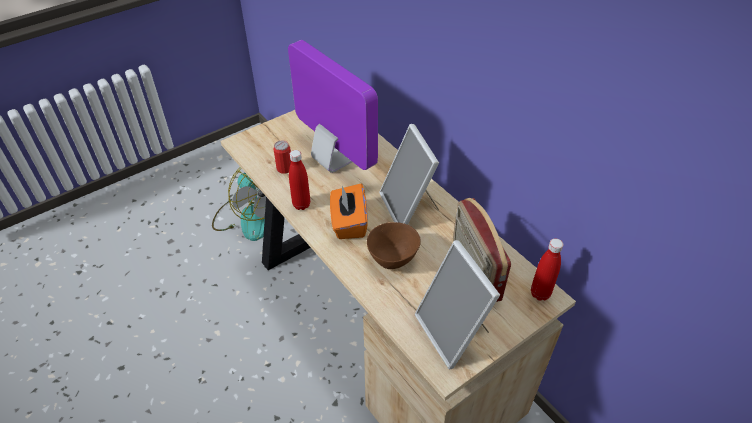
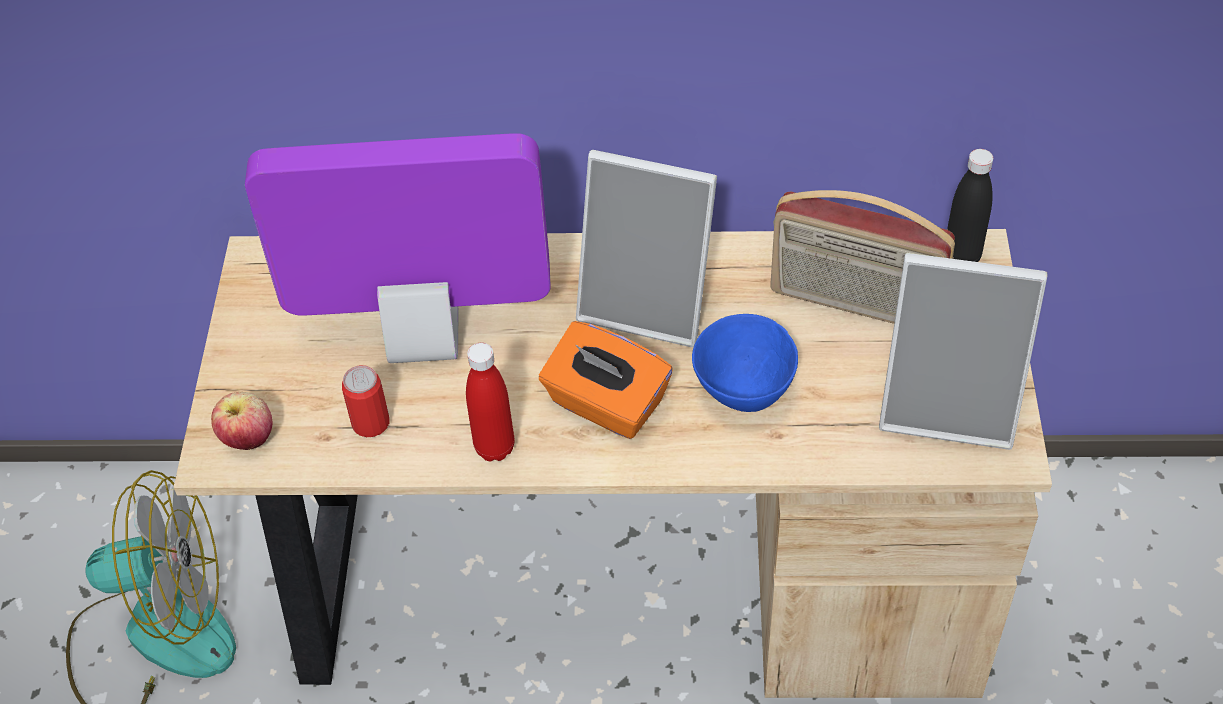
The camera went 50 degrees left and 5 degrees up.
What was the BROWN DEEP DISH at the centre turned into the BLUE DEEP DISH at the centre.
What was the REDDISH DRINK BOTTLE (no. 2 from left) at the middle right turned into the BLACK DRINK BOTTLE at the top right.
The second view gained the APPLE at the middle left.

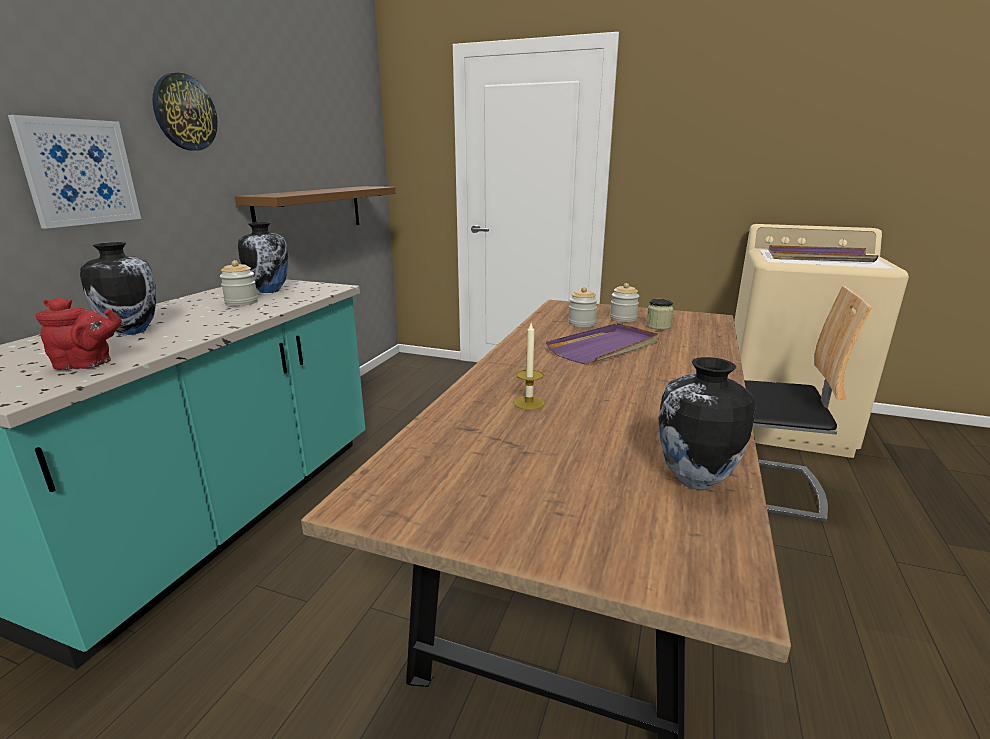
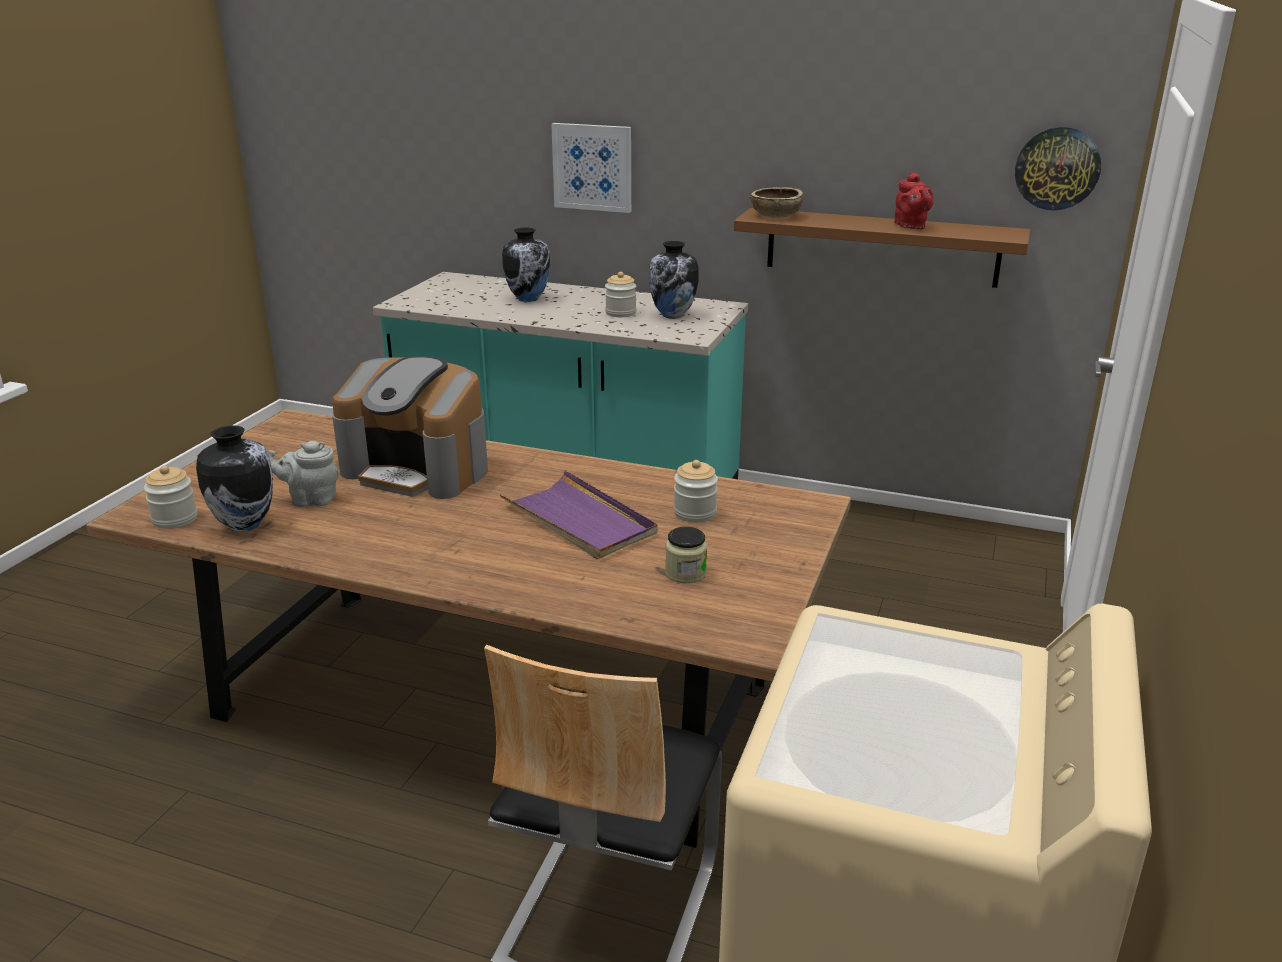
The camera went 90 degrees right and 5 degrees up.
The HANGING CLOCK ended up elsewhere, having gone from the top left to the top right.
The second view lost the PURPLISH CARRYING TRAY (no. 2 from left) at the middle right.
The PRESERVE JAR (no. 3 from left in the first image) ended up elsewhere, having gone from the centre to the middle left.
The REDDISH POT FOR TEA ended up elsewhere, having gone from the middle left to the top right.
Where the WAX LIGHT stood at the centre, the COFFEE BREWER came to stand at the middle left.
The second view gained the BROWN DEEP DISH at the top centre.
The second view gained the GREY POT FOR TEA at the middle left.

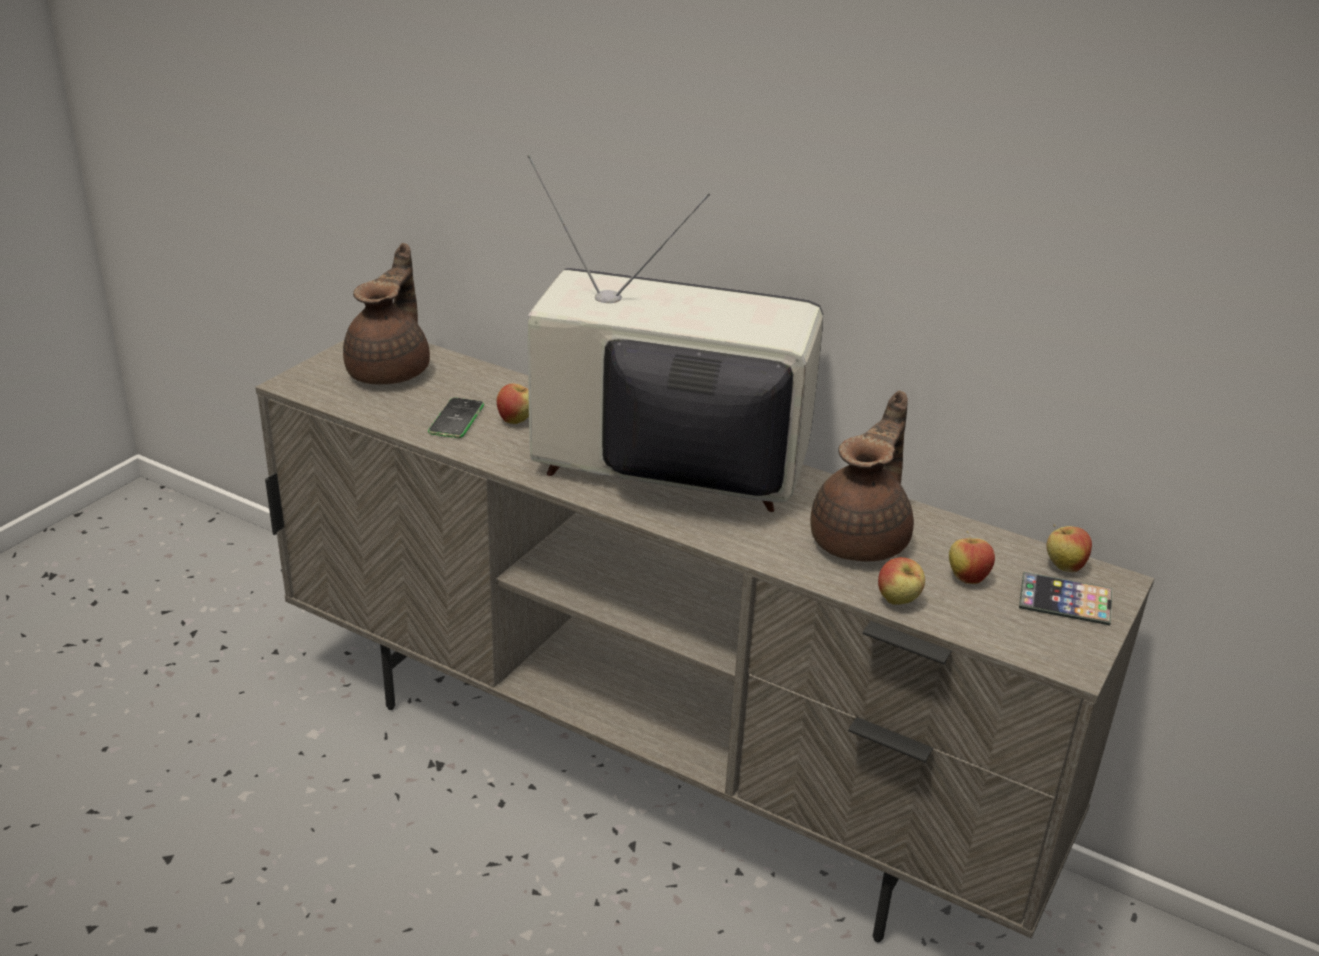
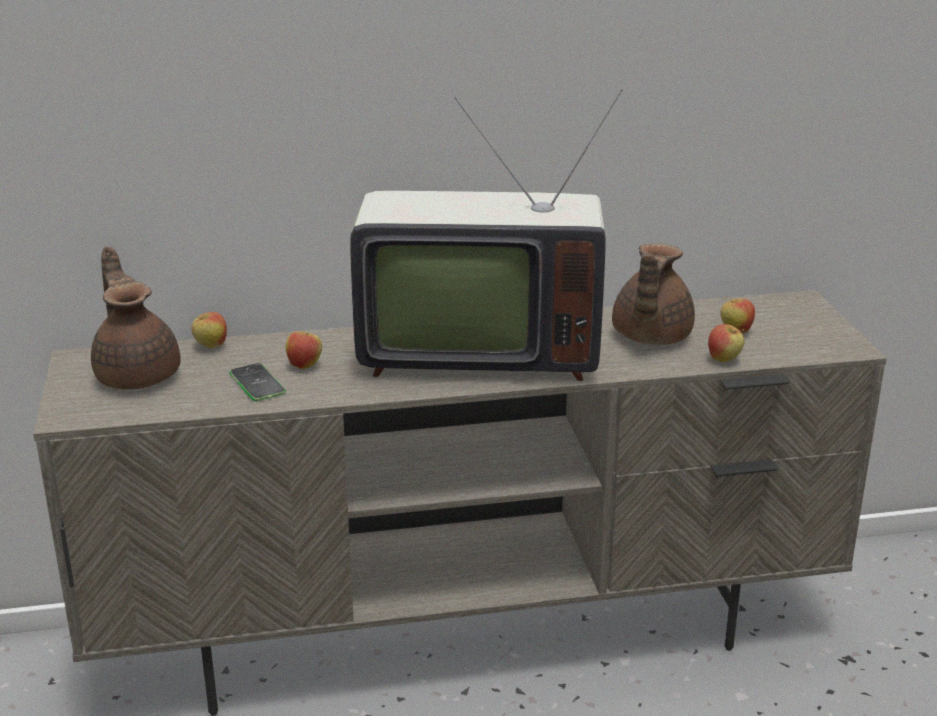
The camera went 40 degrees left and 5 degrees down.
The TV SET at the centre ended up facing another way, 150 degrees counterclockwise from before.
The BROWN POT FOR TEA (no. 2 from left) at the centre ended up facing another way, 150 degrees counterclockwise from before.
The APPLE (no. 4 from left in the first image) ended up elsewhere, having gone from the middle right to the middle left.
The second view lost the HANDSET (no. 2 from left) at the middle right.

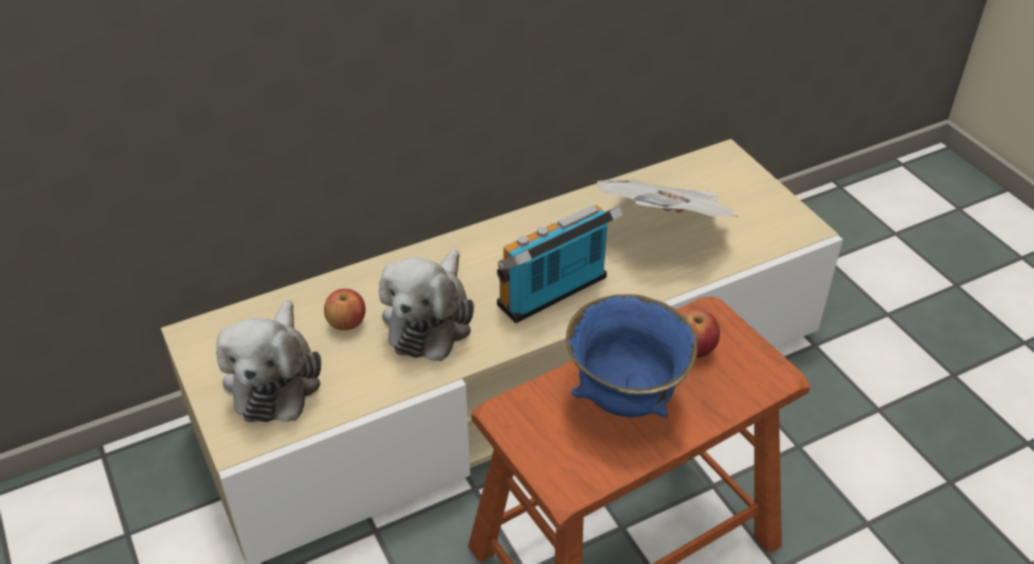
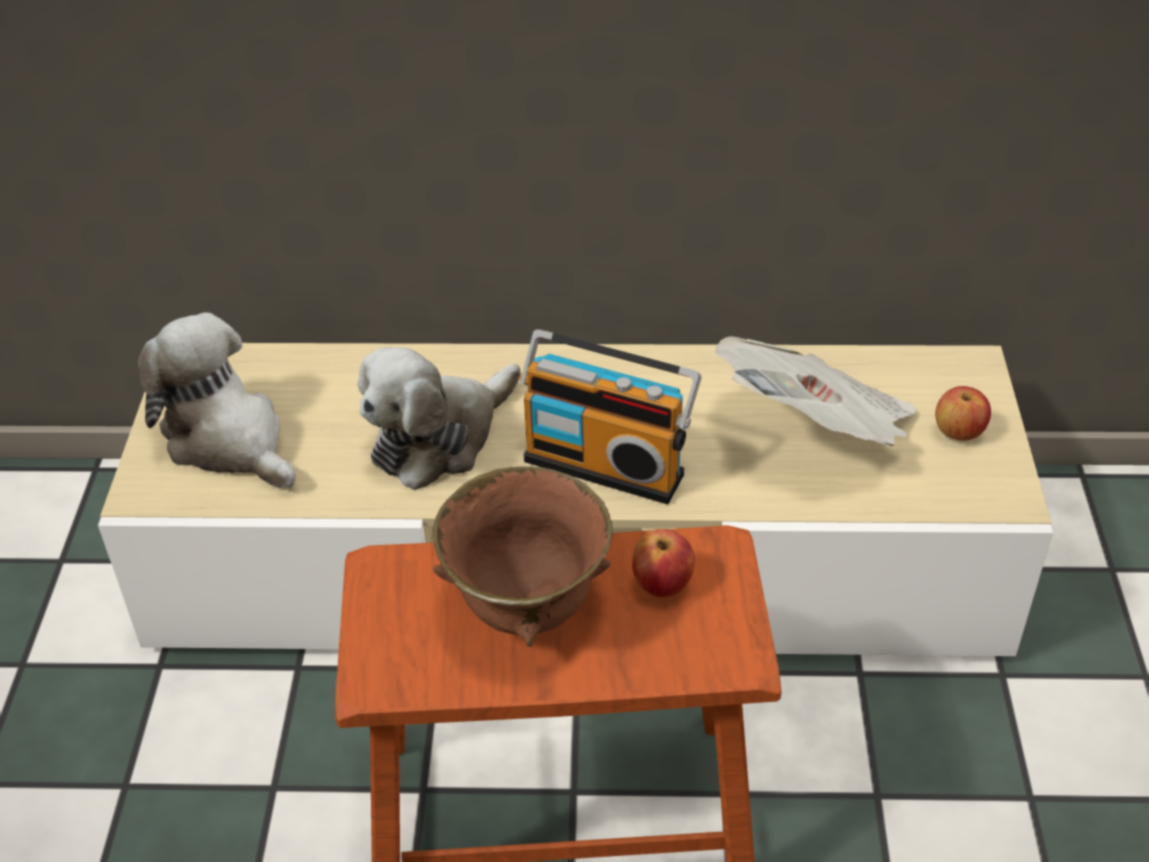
The camera went 30 degrees right and 0 degrees up.
The RADIO at the centre ended up facing another way, 150 degrees counterclockwise from before.
The APPLE (no. 1 from left in the first image) ended up elsewhere, having gone from the middle left to the middle right.
What was the BLUE DEEP DISH at the centre turned into the BROWN DEEP DISH at the centre.
The SOFT TOY (no. 1 from left) at the middle left ended up facing another way, 105 degrees clockwise from before.

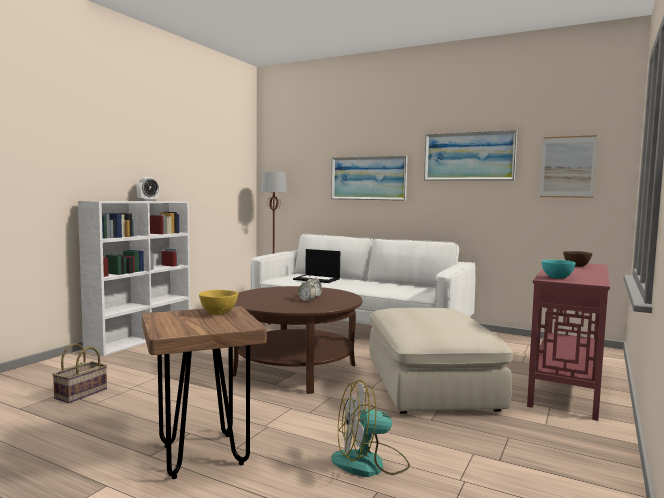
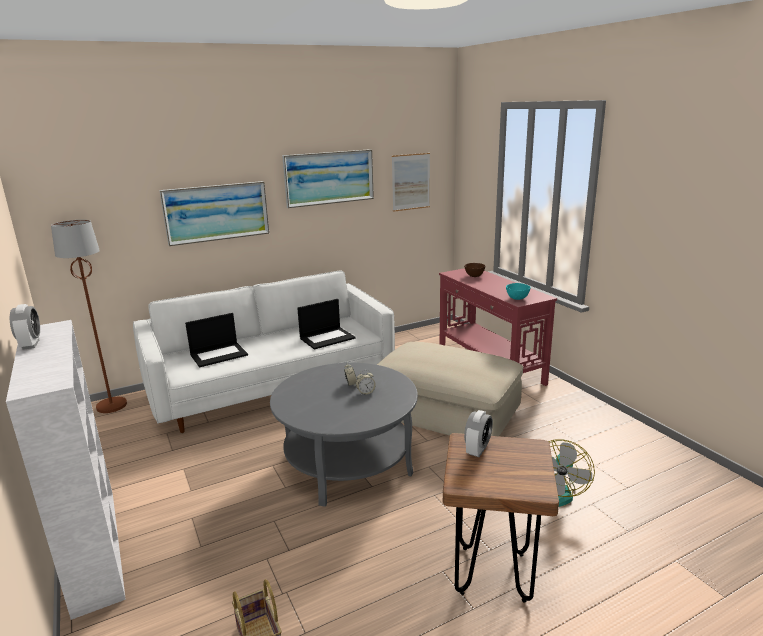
The camera went 55 degrees left and 15 degrees up.
What was the BROWN LOW TABLE at the bottom centre turned into the GREY LOW TABLE at the bottom centre.
Where the YELLOWISH DEEP DISH stood at the middle left, the BEDSIDE CLOCK (no. 4 from left) came to stand at the bottom centre.
The second view gained the PORTABLE COMPUTER (no. 2 from left) at the centre.

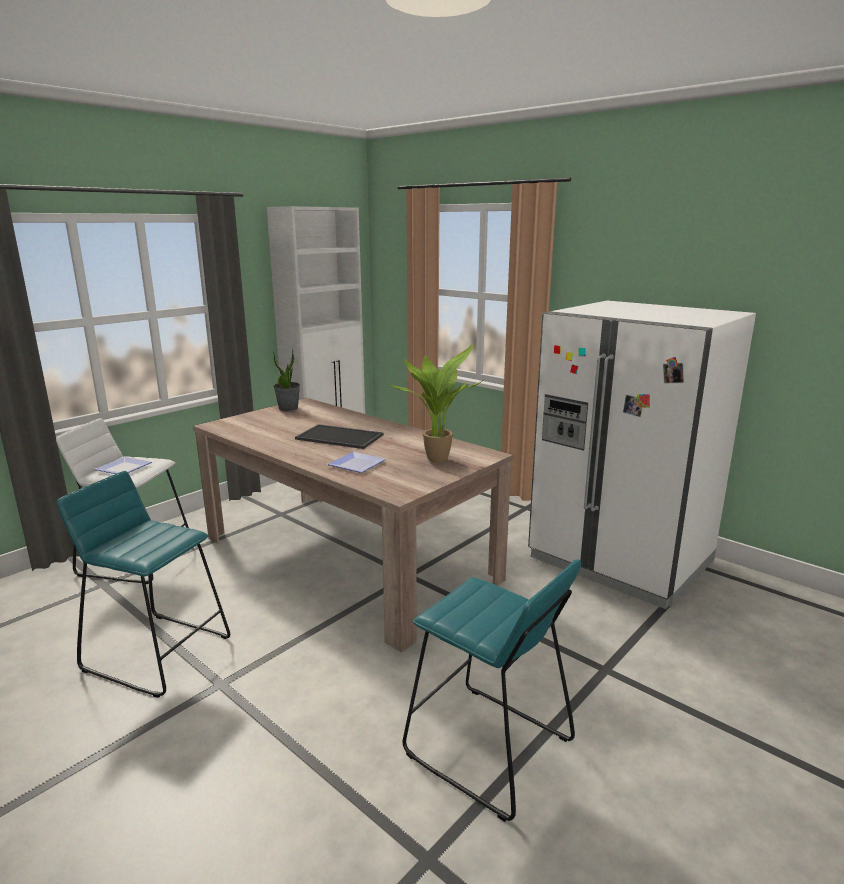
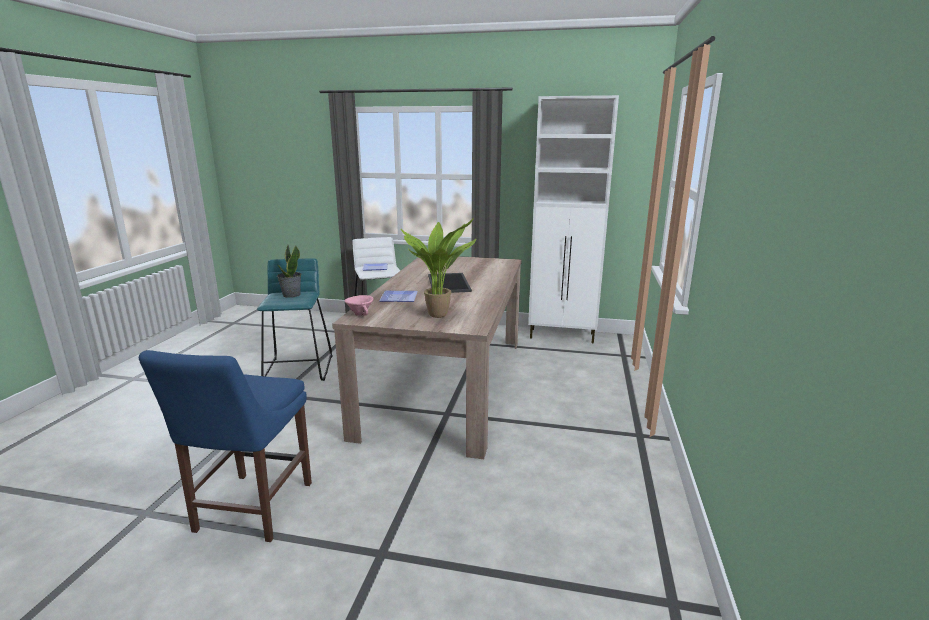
The camera went 60 degrees right and 0 degrees up.
The second view lost the WHITE-COLOURED FRIDGE at the middle right.
The PLANT IN A POT (no. 1 from left) ended up elsewhere, having gone from the centre to the middle left.
Where the TURQUOISE SITTING STOOL (no. 2 from left) stood at the bottom centre, the BLUE PLAIN CHAIR came to stand at the bottom left.
The second view gained the PINK-COLOURED DEEP DISH at the centre.

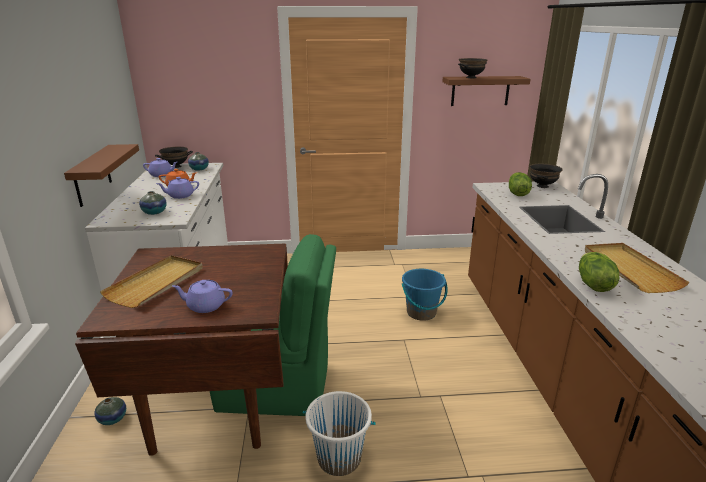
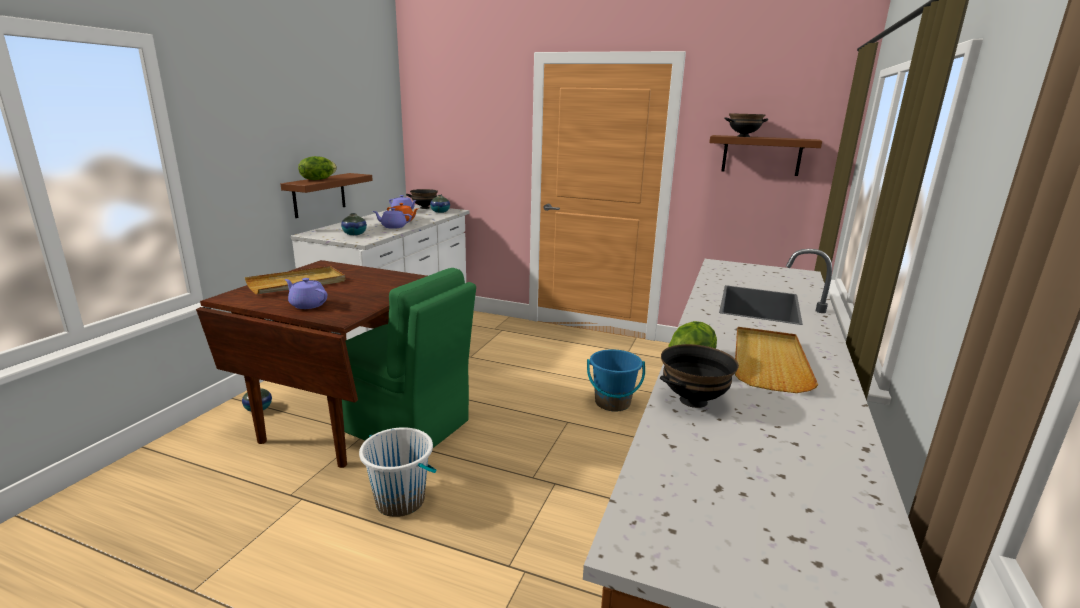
The camera went 25 degrees right and 5 degrees down.
The BLACK DEEP DISH (no. 3 from left in the first image) ended up elsewhere, having gone from the middle right to the centre.
The LETTUCE (no. 1 from left) ended up elsewhere, having gone from the middle right to the top left.

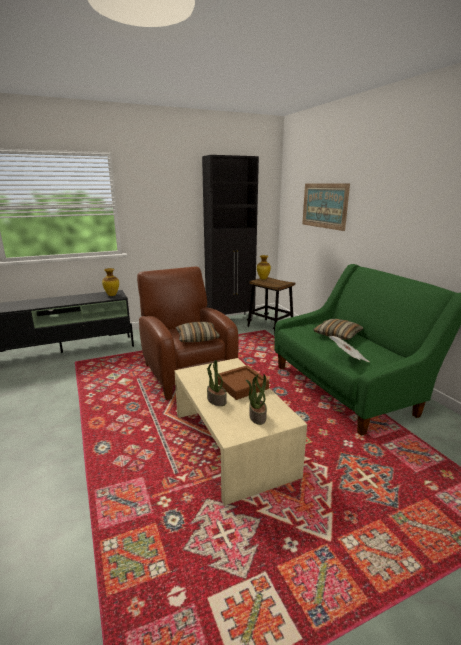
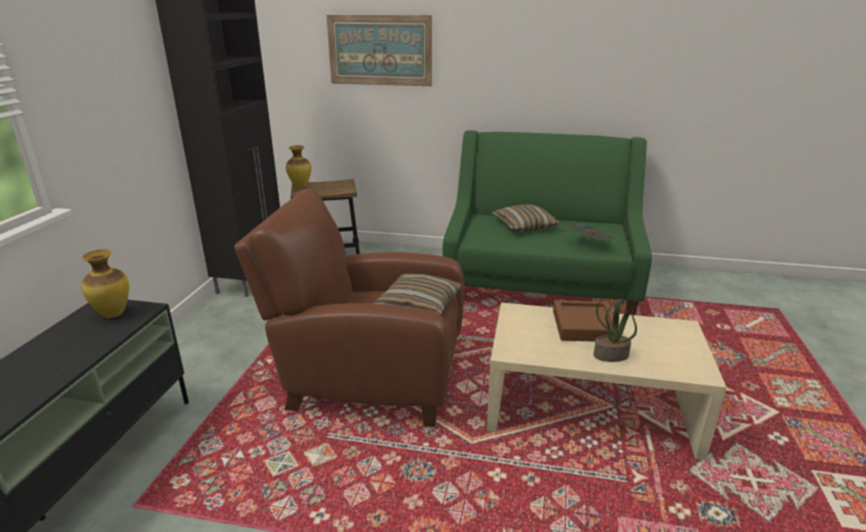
The camera went 55 degrees left and 5 degrees up.
The second view lost the PLANT IN A POT (no. 2 from left) at the centre.

